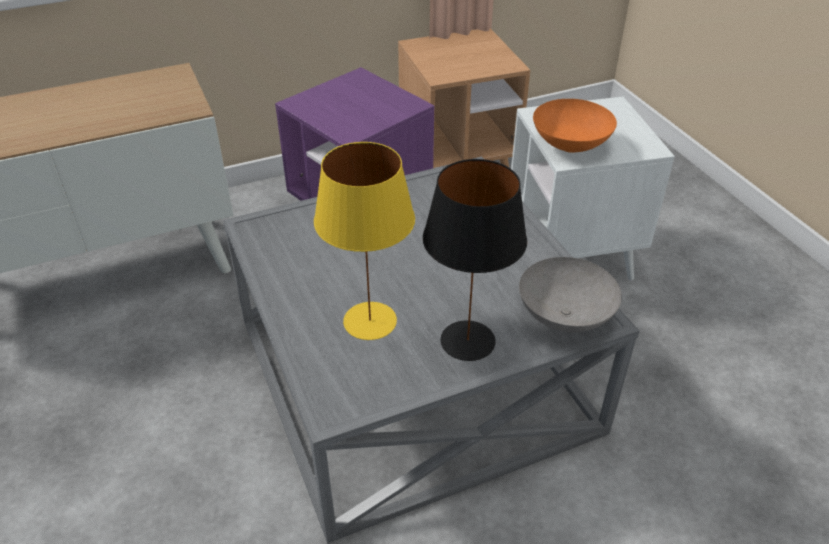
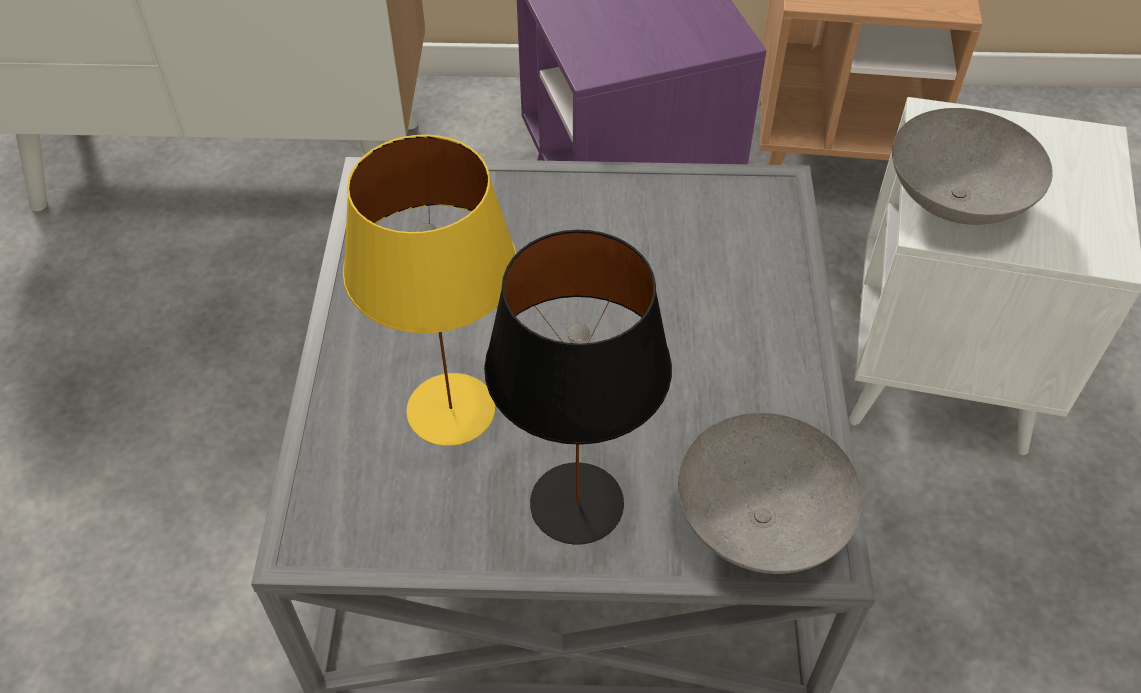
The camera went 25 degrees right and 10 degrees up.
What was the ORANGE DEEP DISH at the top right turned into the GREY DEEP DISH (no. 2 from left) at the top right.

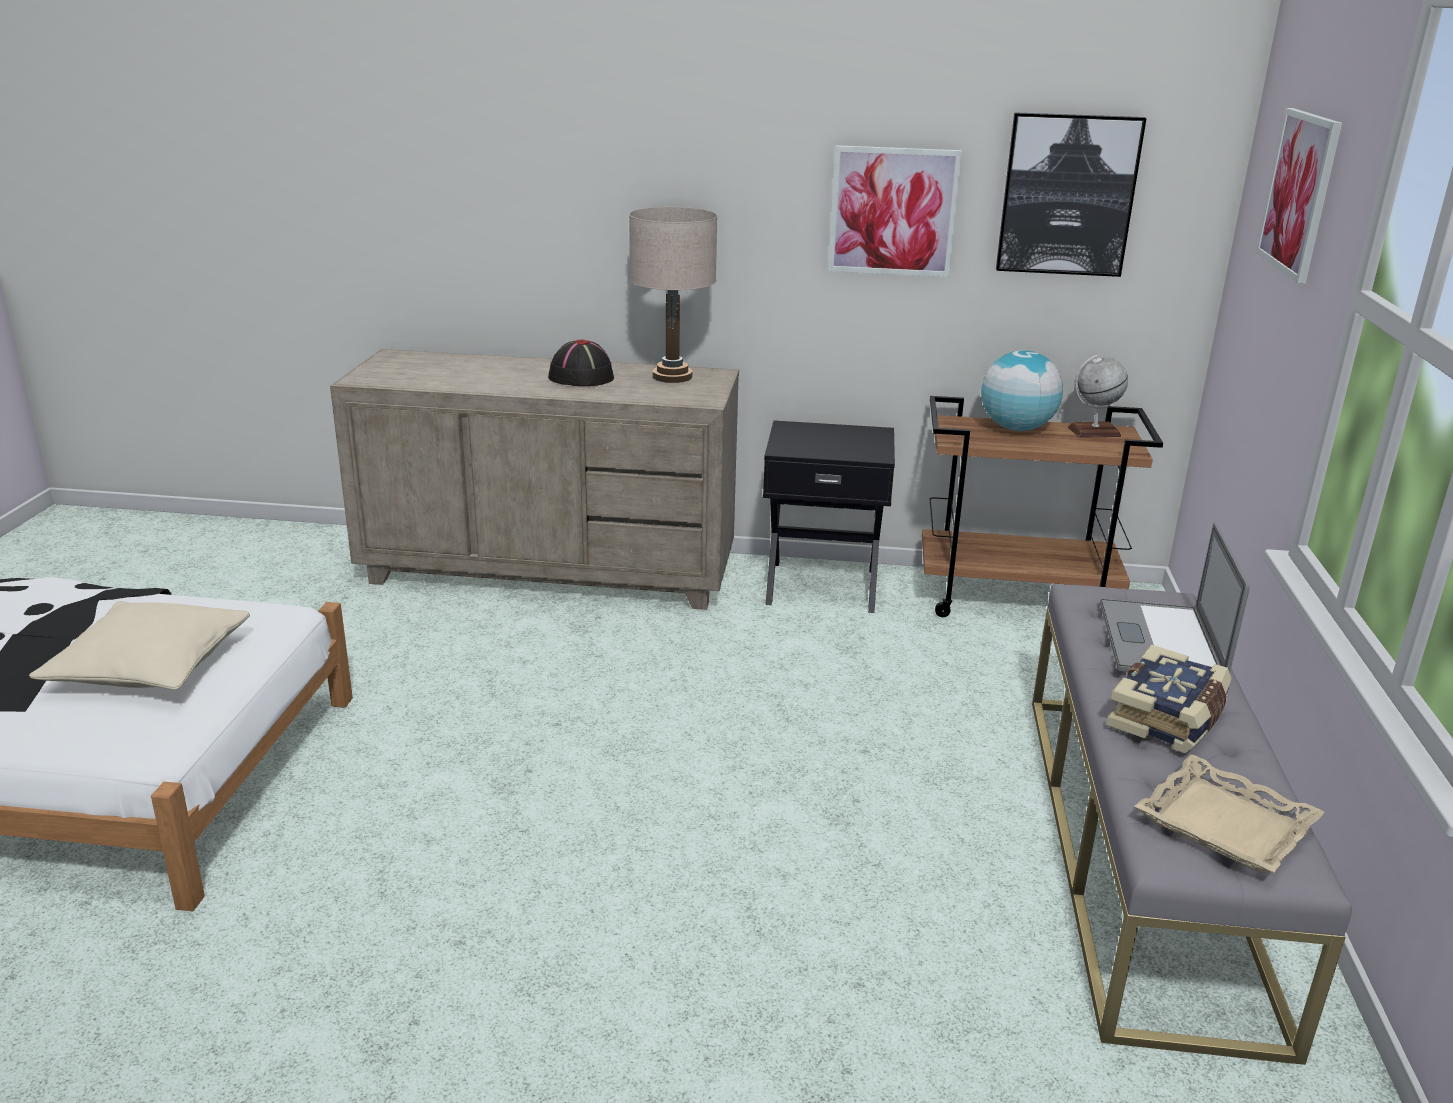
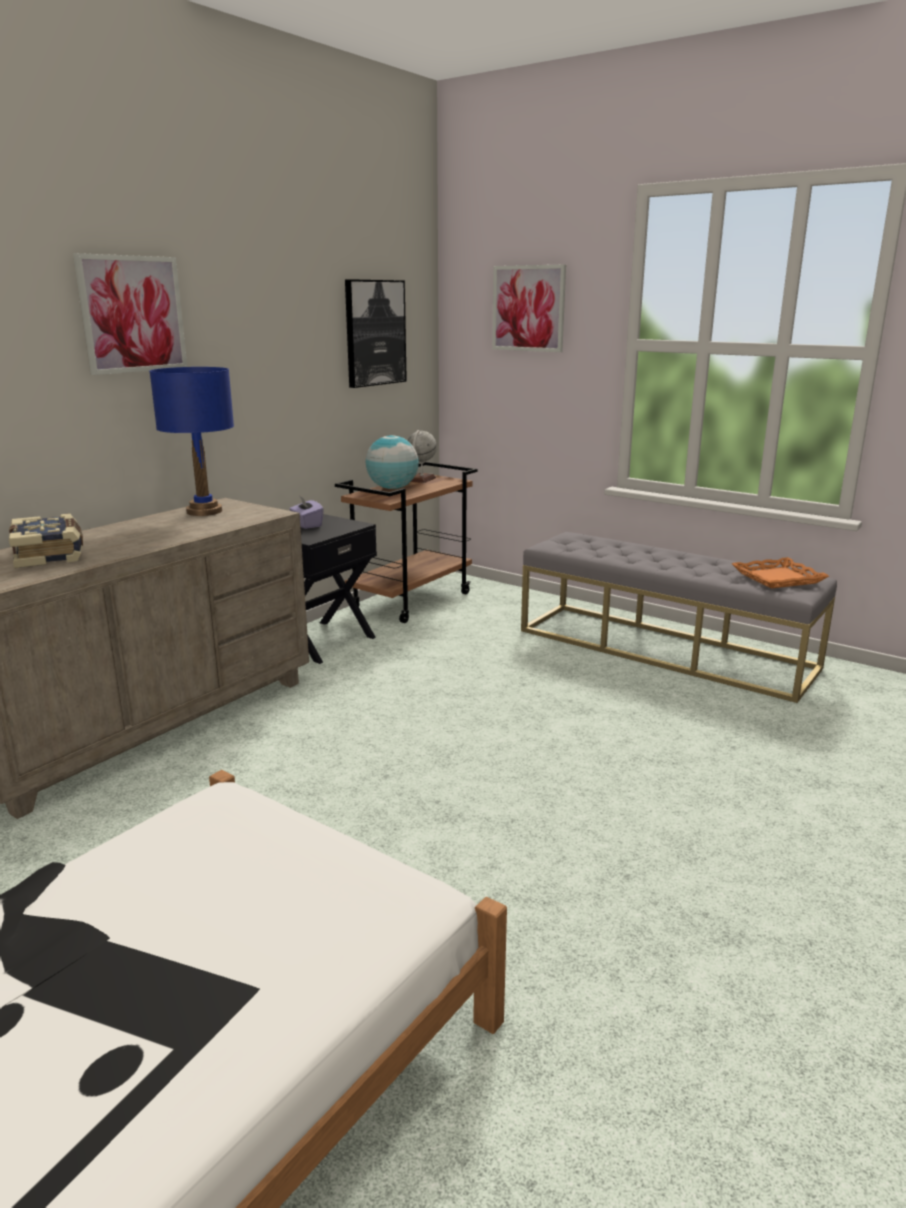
The camera went 60 degrees left and 5 degrees down.
The PICTURE (no. 1 from left) ended up elsewhere, having gone from the top centre to the top left.
What was the BEIGE-COLOURED TABLE LAMP at the top centre turned into the BLUE TABLE LAMP at the middle left.
The second view lost the BLACK WEARABLE HAT at the top centre.
The second view lost the PORTABLE COMPUTER at the middle right.
The second view lost the BEIGE-COLOURED CUSHION at the middle left.
The VOLUME ended up elsewhere, having gone from the middle right to the middle left.
What was the BEIGE-COLOURED CARRYING TRAY at the bottom right turned into the ORANGE CARRYING TRAY at the middle right.
The second view gained the PURPLISH TISSUE HOLDER at the centre.

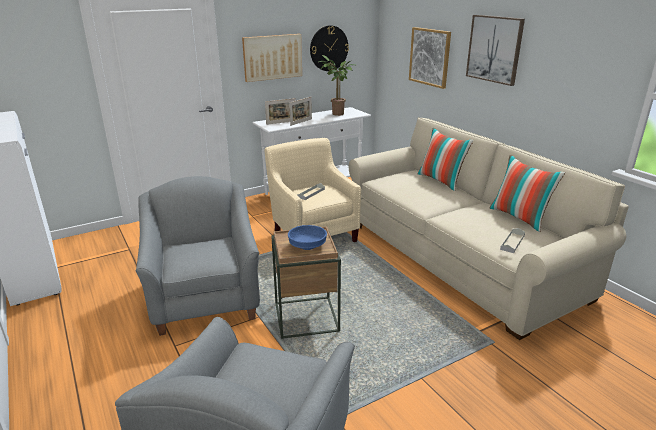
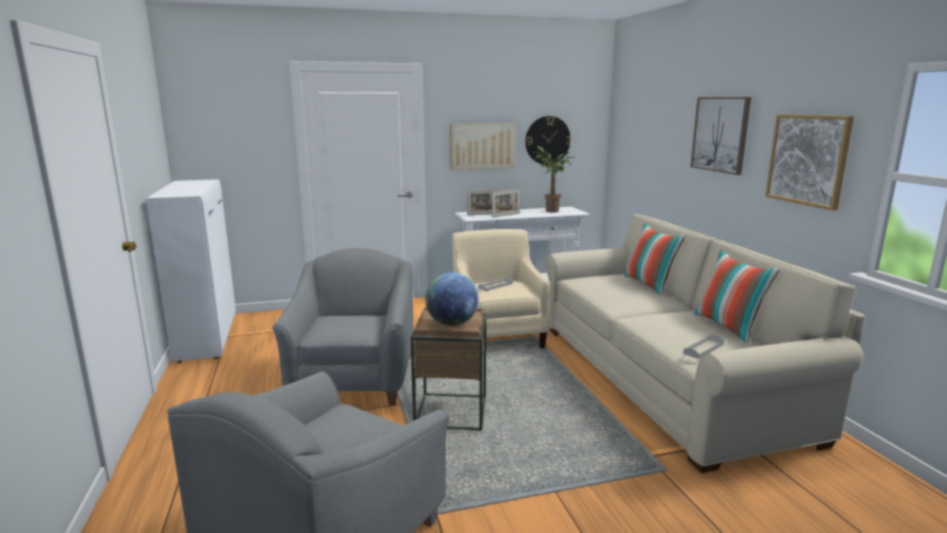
The camera went 15 degrees right and 10 degrees down.
The PICTURE (no. 2 from left in the first image) ended up elsewhere, having gone from the top centre to the top right.
Where the BLUE DEEP DISH stood at the centre, the GLOBE came to stand at the centre.

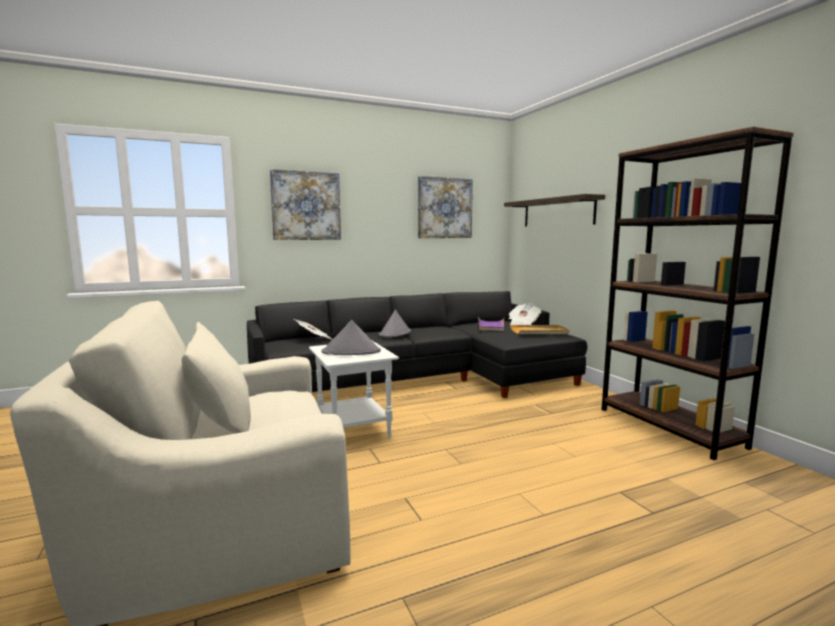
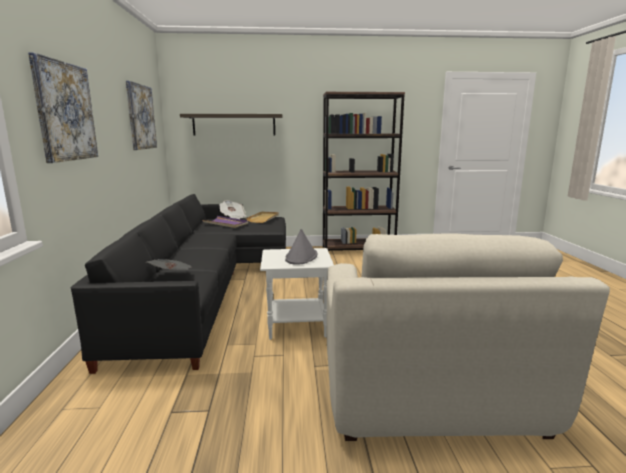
The camera went 70 degrees left and 5 degrees up.
The second view lost the GREY WEARABLE HAT (no. 2 from left) at the centre.

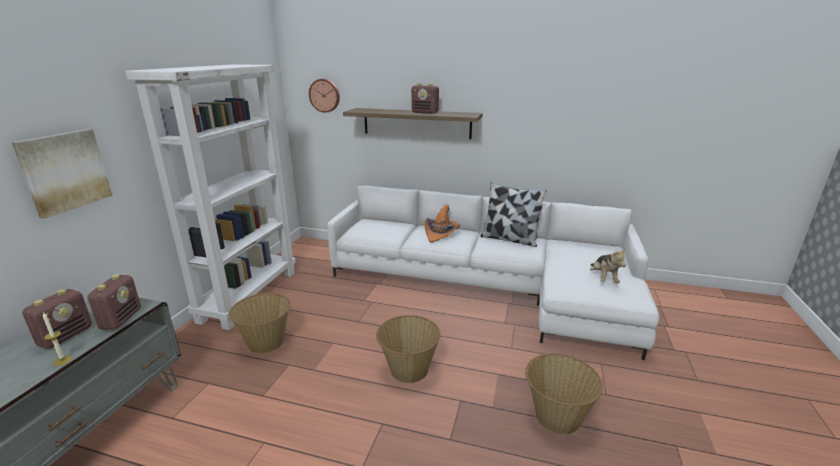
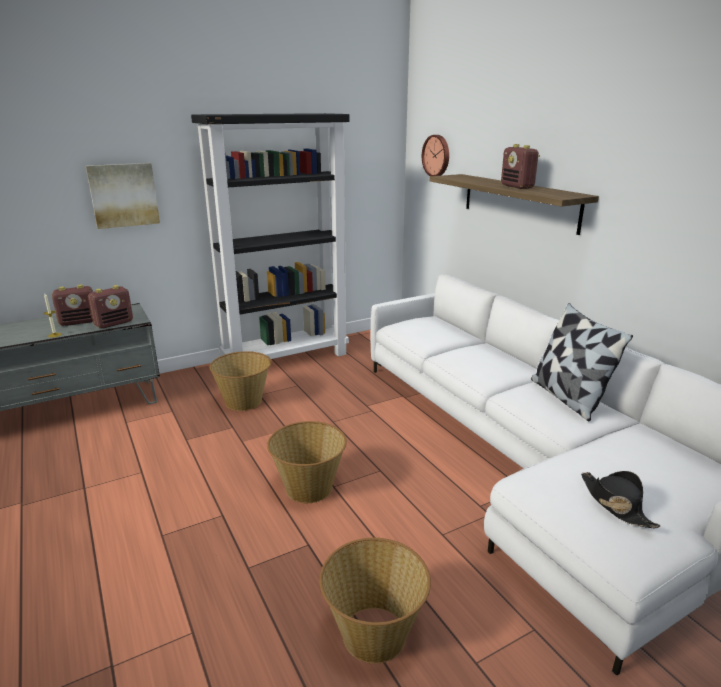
The camera went 45 degrees right and 0 degrees up.
What was the WHITE-COLOURED SHELVING UNIT at the middle left turned into the BLACK SHELVING UNIT at the centre.
The second view lost the ORANGE WEARABLE HAT at the centre.
Where the SOFT TOY stood at the middle right, the BLACK WEARABLE HAT came to stand at the bottom right.

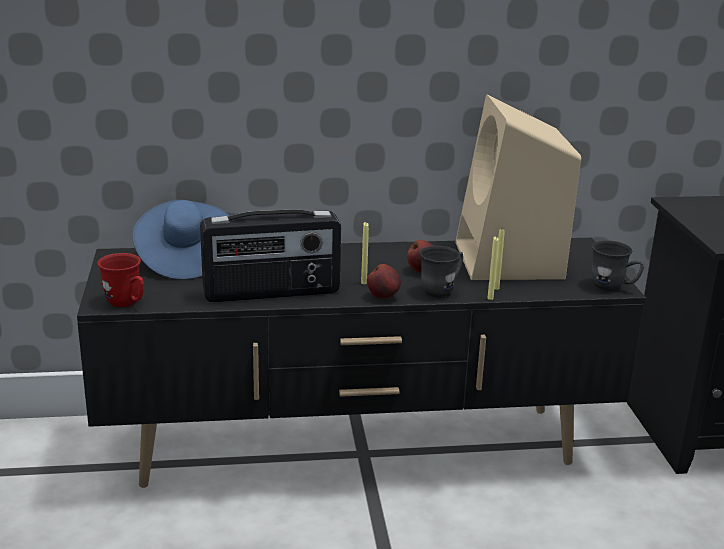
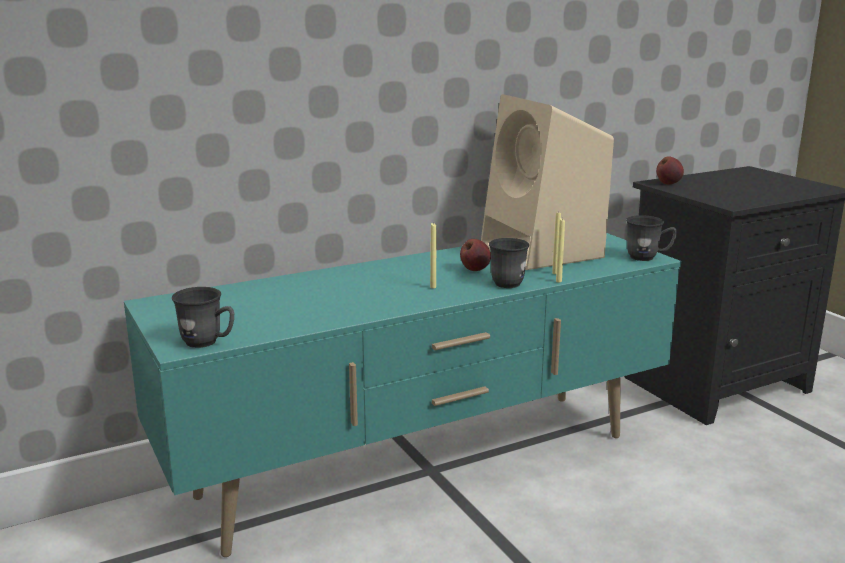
The camera went 20 degrees left and 5 degrees down.
The second view lost the BLUE WEARABLE HAT at the middle left.
The second view lost the RADIO at the centre.
What was the BLACK TV UNIT at the centre turned into the TURQUOISE TV UNIT at the bottom centre.
What was the REDDISH COFFEE MUG at the middle left turned into the GREY COFFEE MUG (no. 1 from left) at the middle left.
The APPLE (no. 1 from left in the first image) ended up elsewhere, having gone from the centre to the top right.

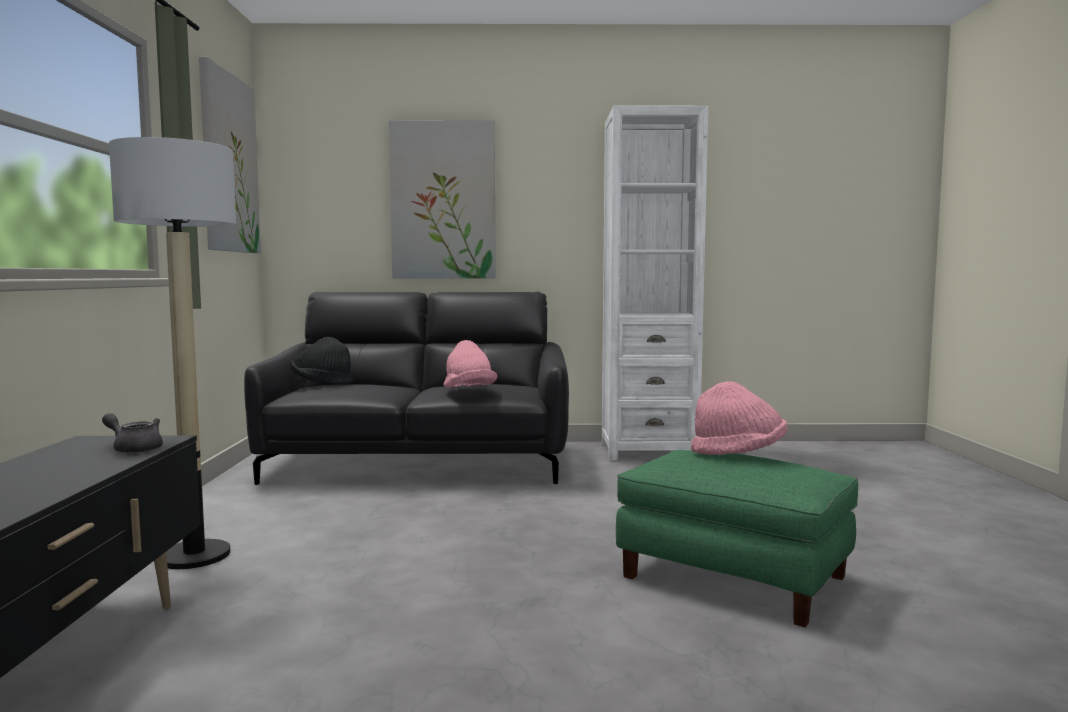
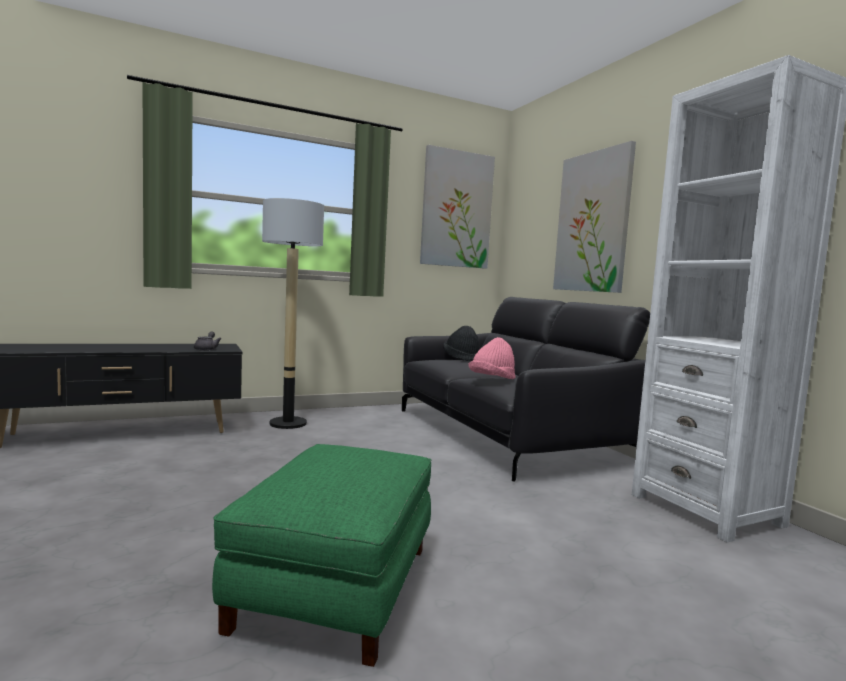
The camera went 65 degrees right and 0 degrees up.
The second view lost the PINK-COLOURED WEARABLE HAT (no. 2 from left) at the middle right.

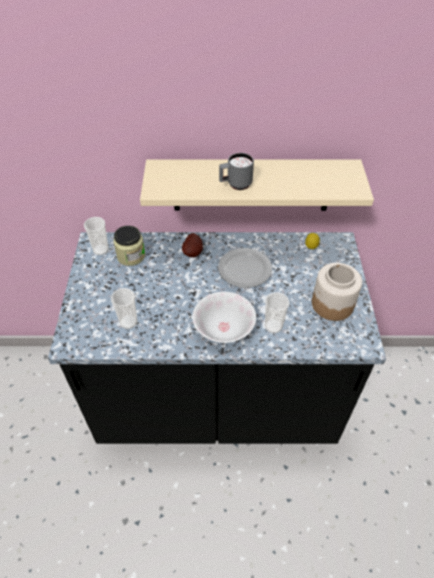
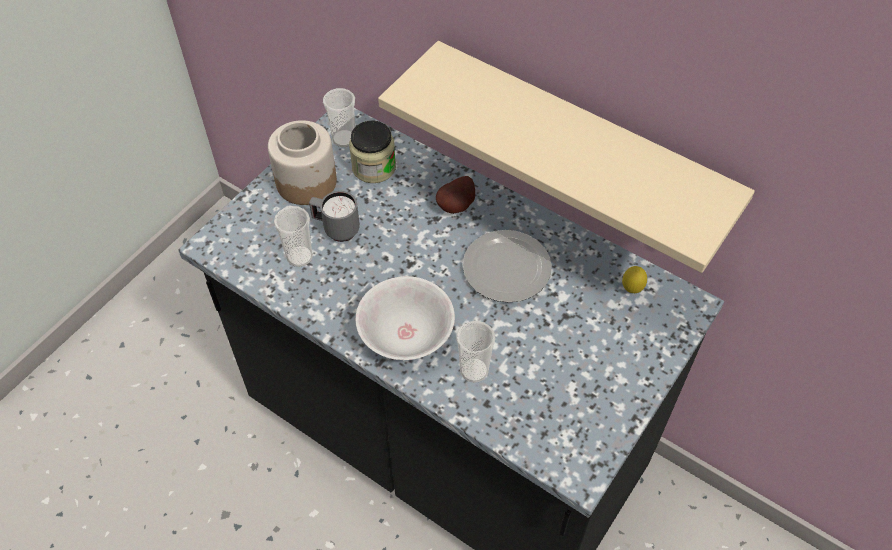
The camera went 35 degrees right and 5 degrees up.
The GREY COFFEE MUG ended up elsewhere, having gone from the top centre to the centre.
The PRESERVE JAR (no. 2 from left in the first image) ended up elsewhere, having gone from the middle right to the top centre.

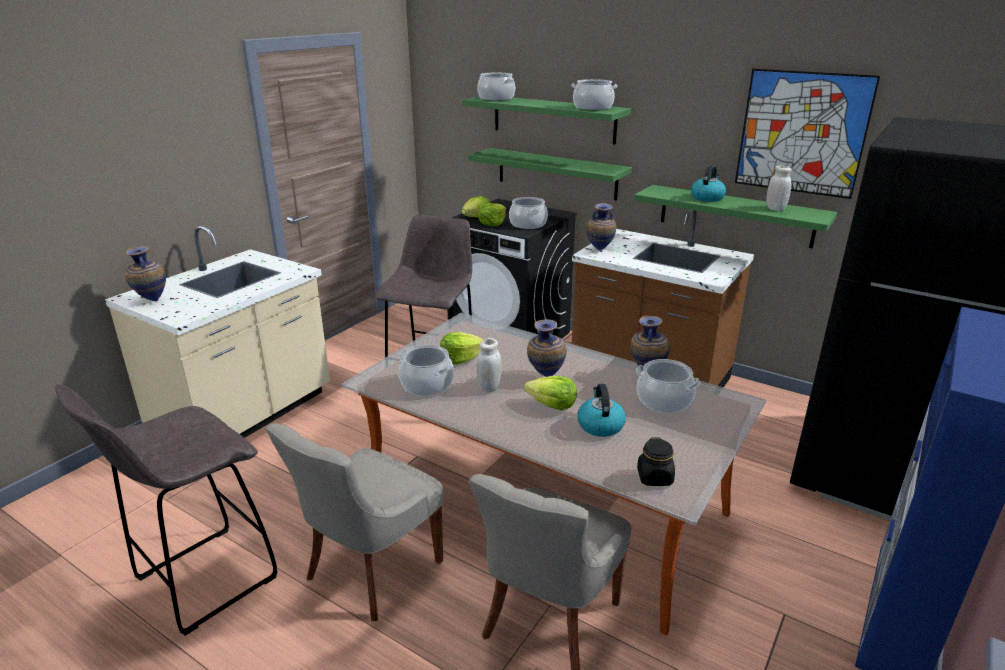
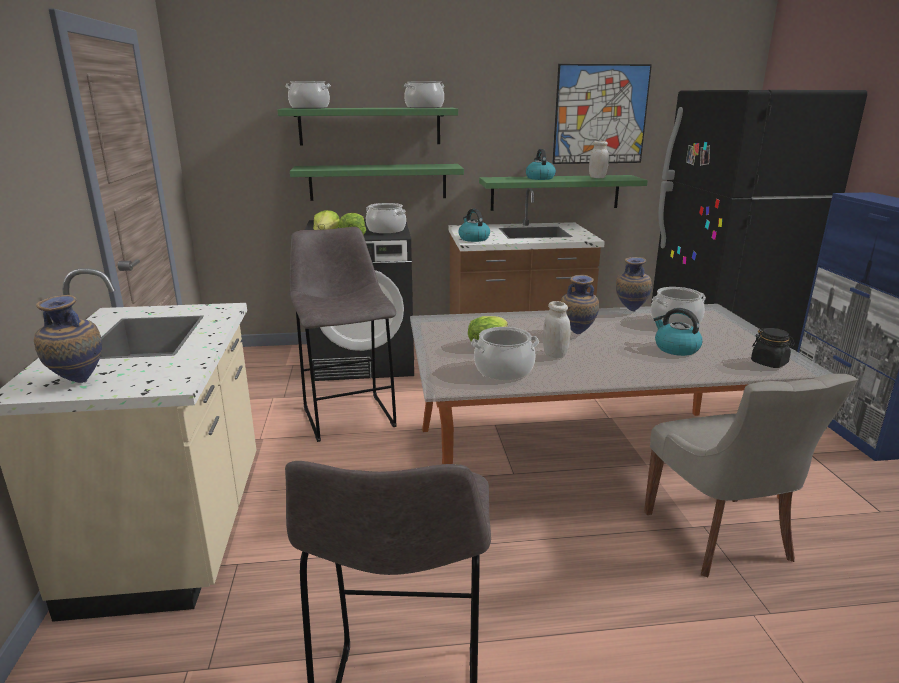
The camera went 40 degrees left and 5 degrees down.
Where the FLOWER VASE (no. 3 from left) stood at the centre, the WATER KETTLE (no. 1 from left) came to stand at the top centre.
The second view lost the LETTUCE (no. 4 from left) at the centre.
The second view lost the GREY PLAIN CHAIR (no. 1 from left) at the bottom centre.

